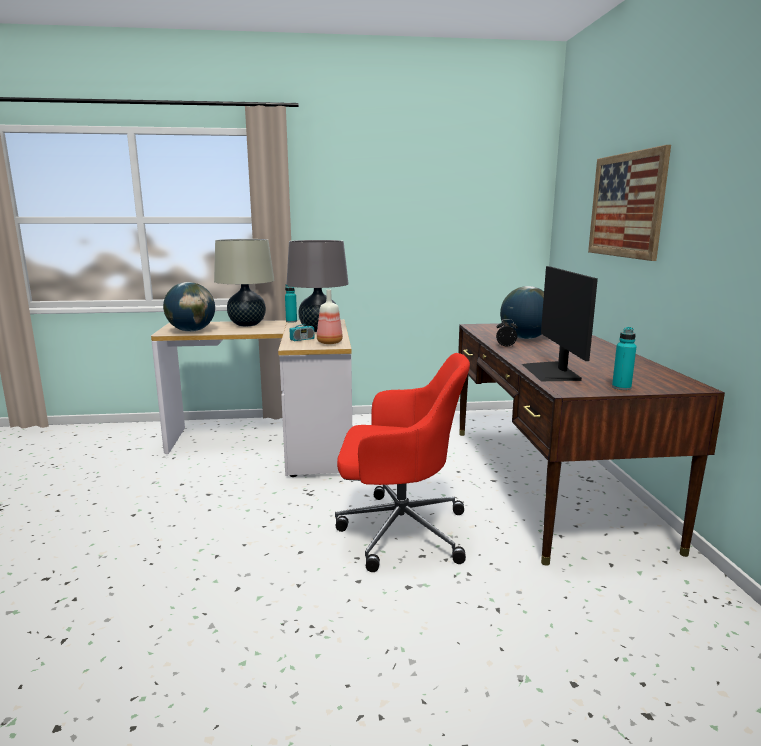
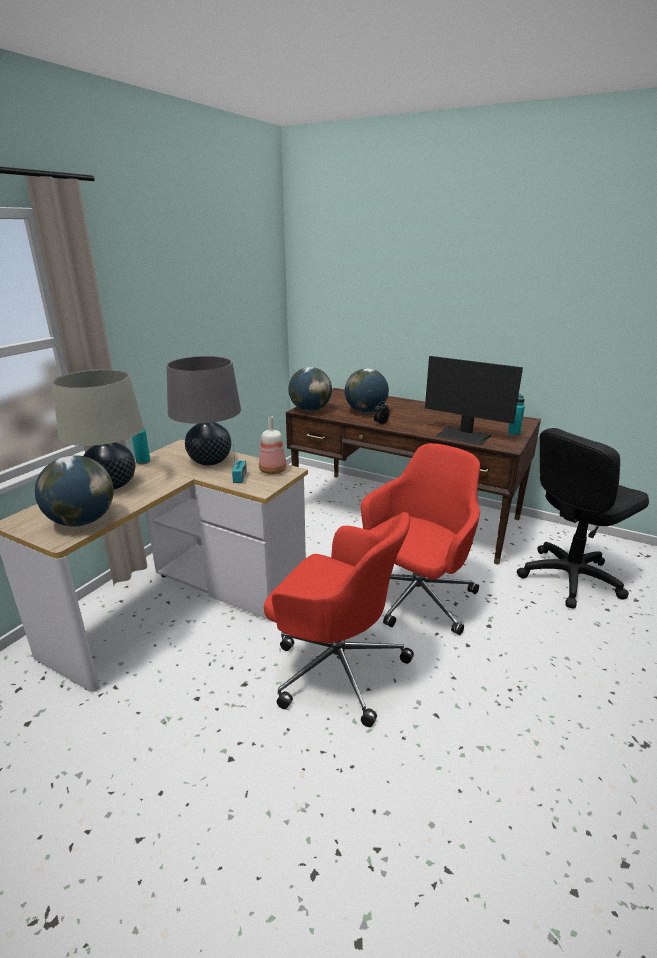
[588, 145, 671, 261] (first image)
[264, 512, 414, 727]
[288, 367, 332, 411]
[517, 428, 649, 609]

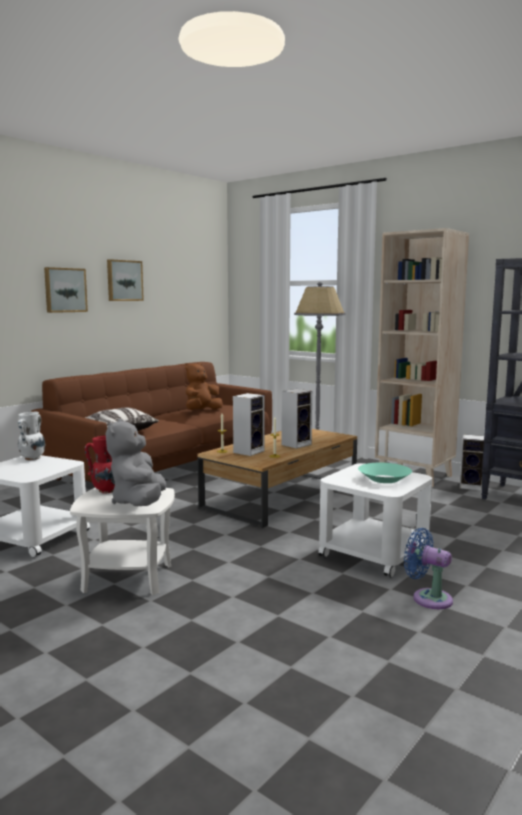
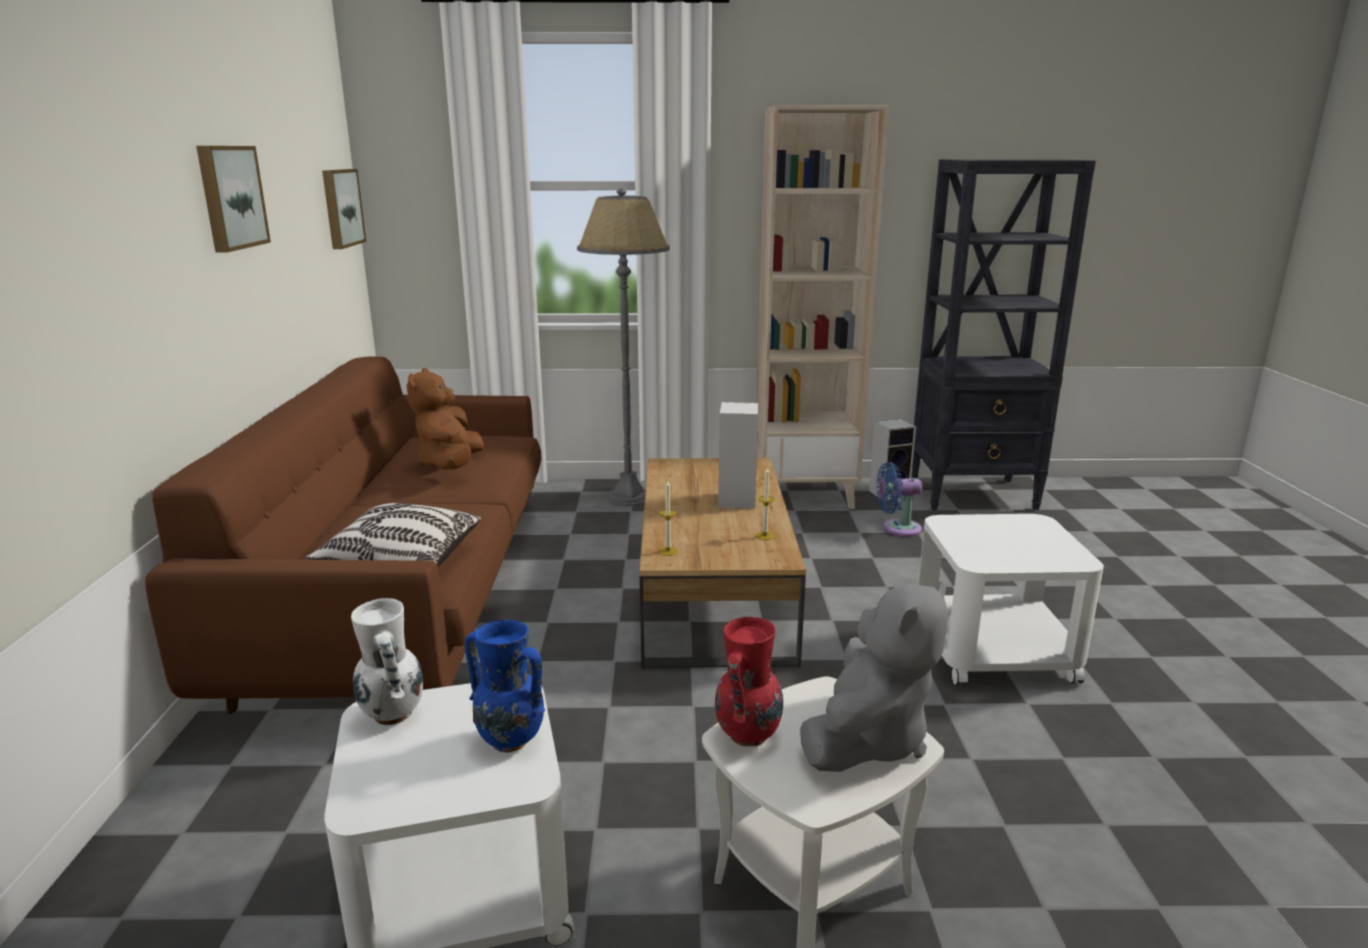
[322, 169, 366, 249]
[800, 580, 949, 772]
[233, 393, 265, 456] (first image)
[358, 463, 412, 483] (first image)
[876, 462, 922, 537]
[465, 620, 545, 752]

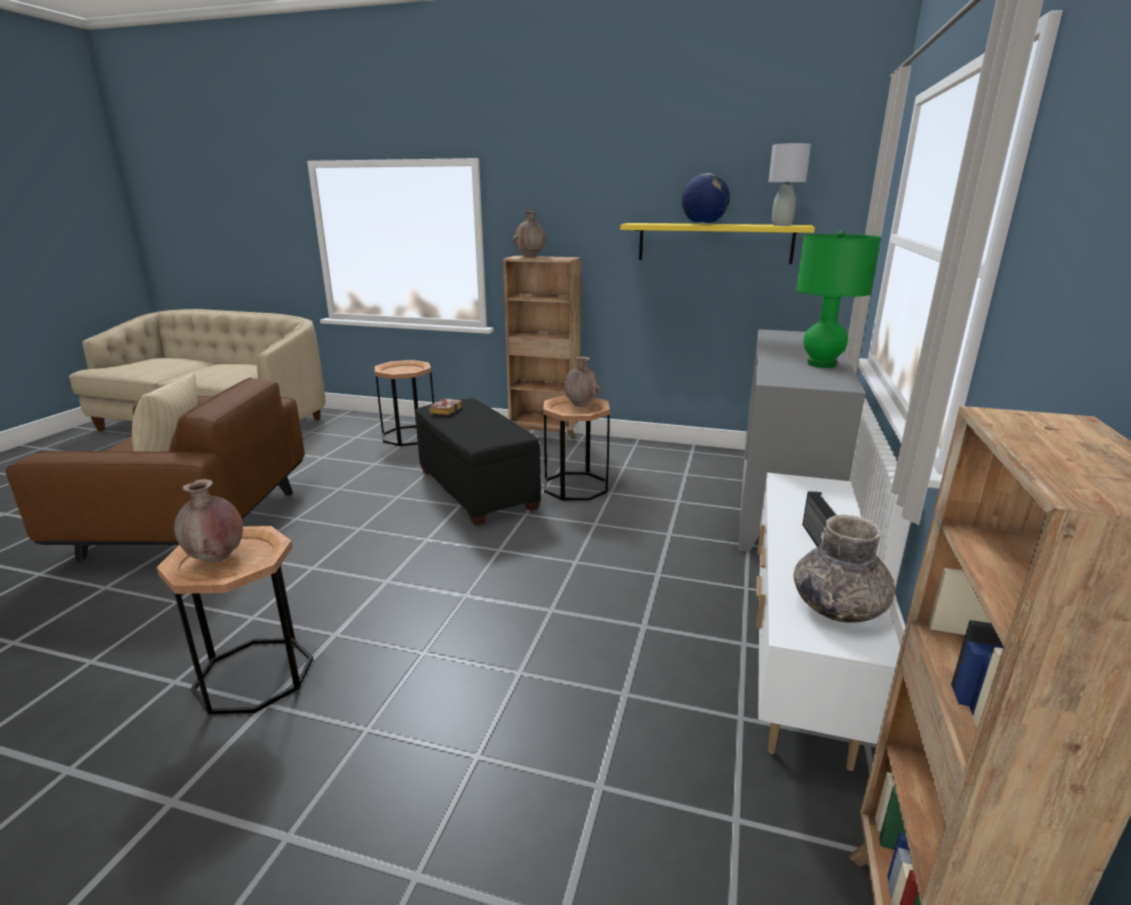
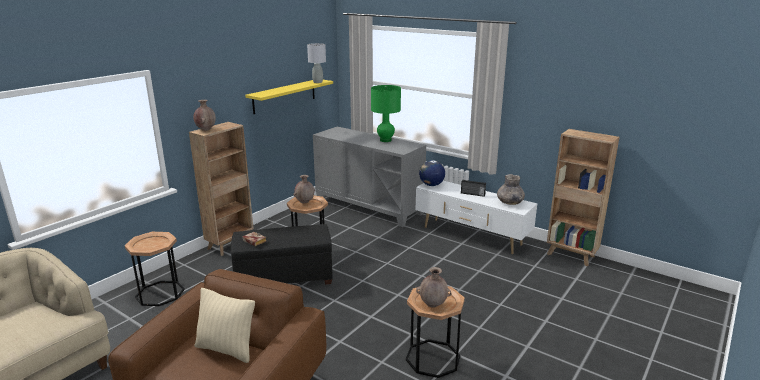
[419, 160, 445, 186]

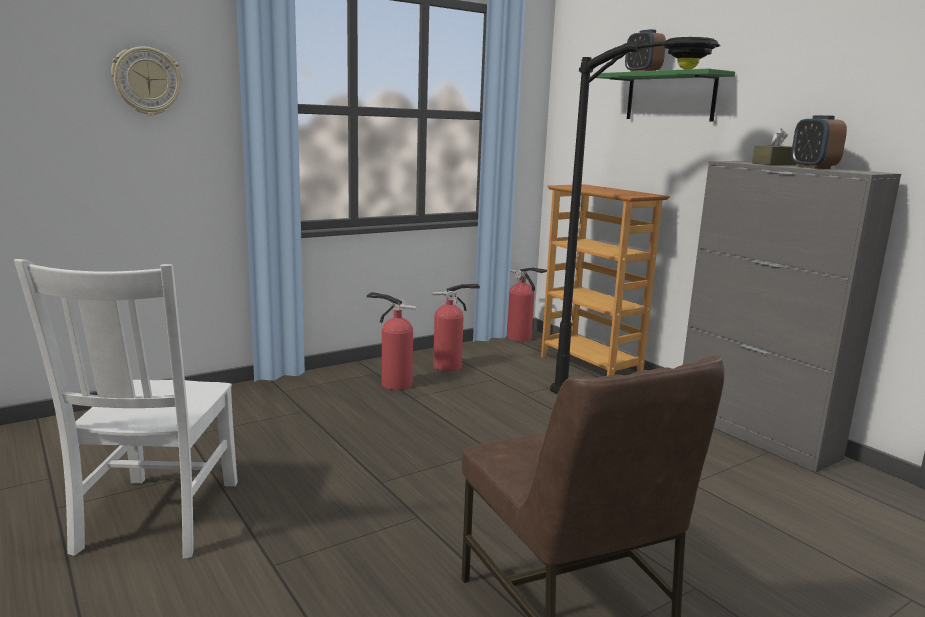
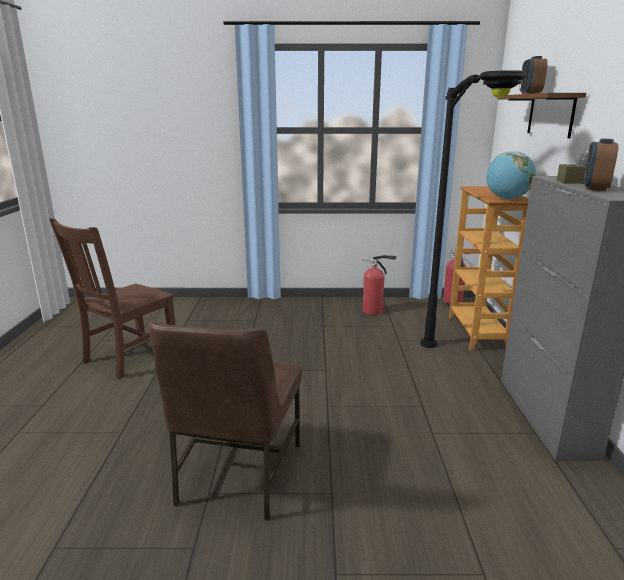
[49, 218, 176, 379]
[111, 46, 182, 116] (first image)
[367, 292, 417, 390] (first image)
[498, 93, 586, 139]
[486, 151, 536, 199]

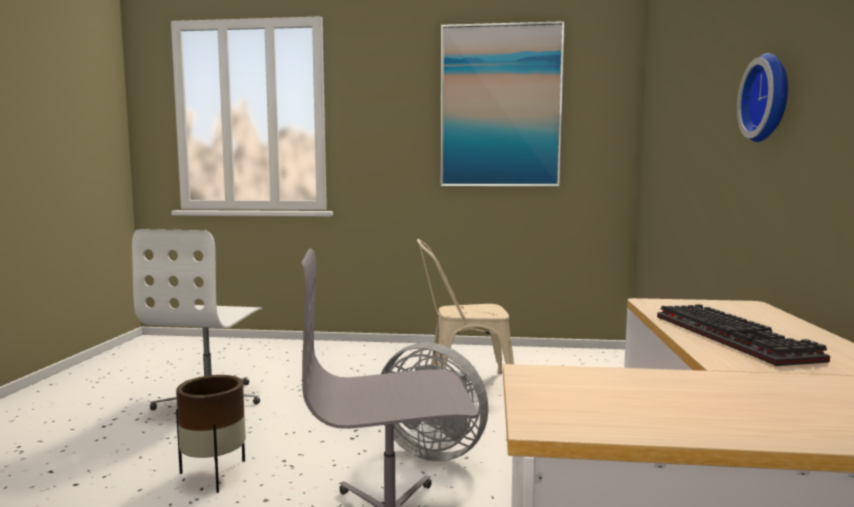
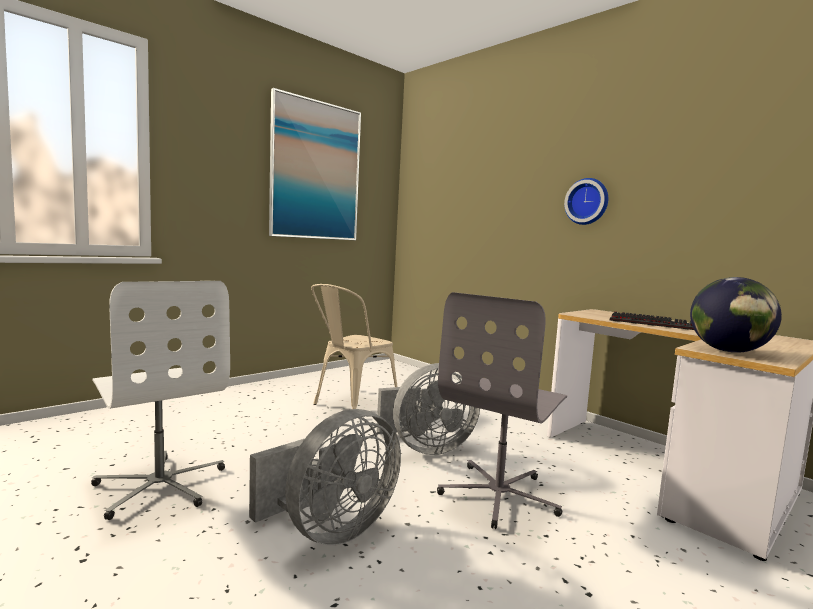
[249, 409, 401, 545]
[690, 277, 782, 353]

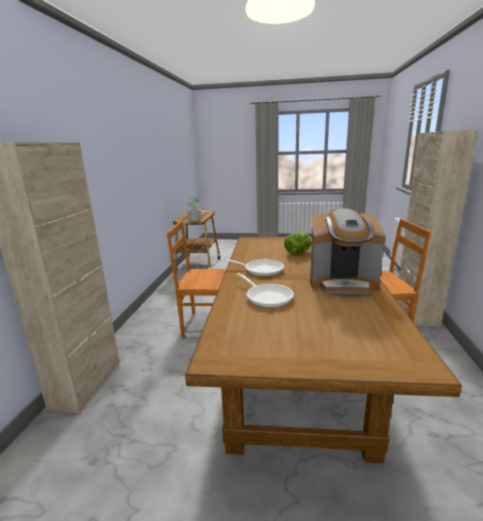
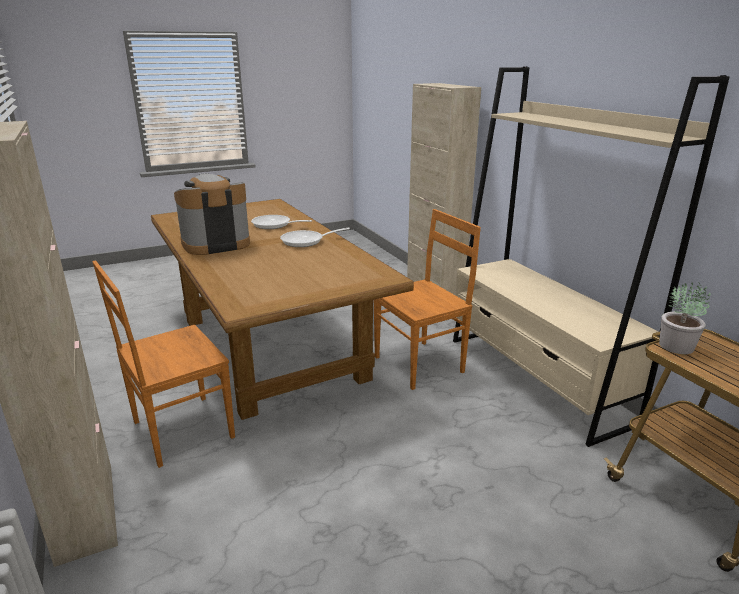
[284, 232, 312, 254] (first image)
[453, 67, 729, 447]

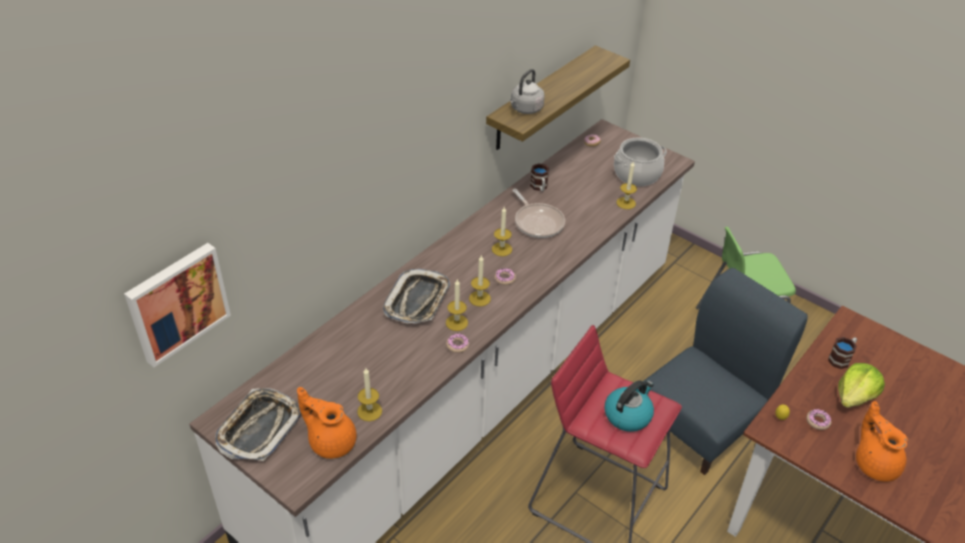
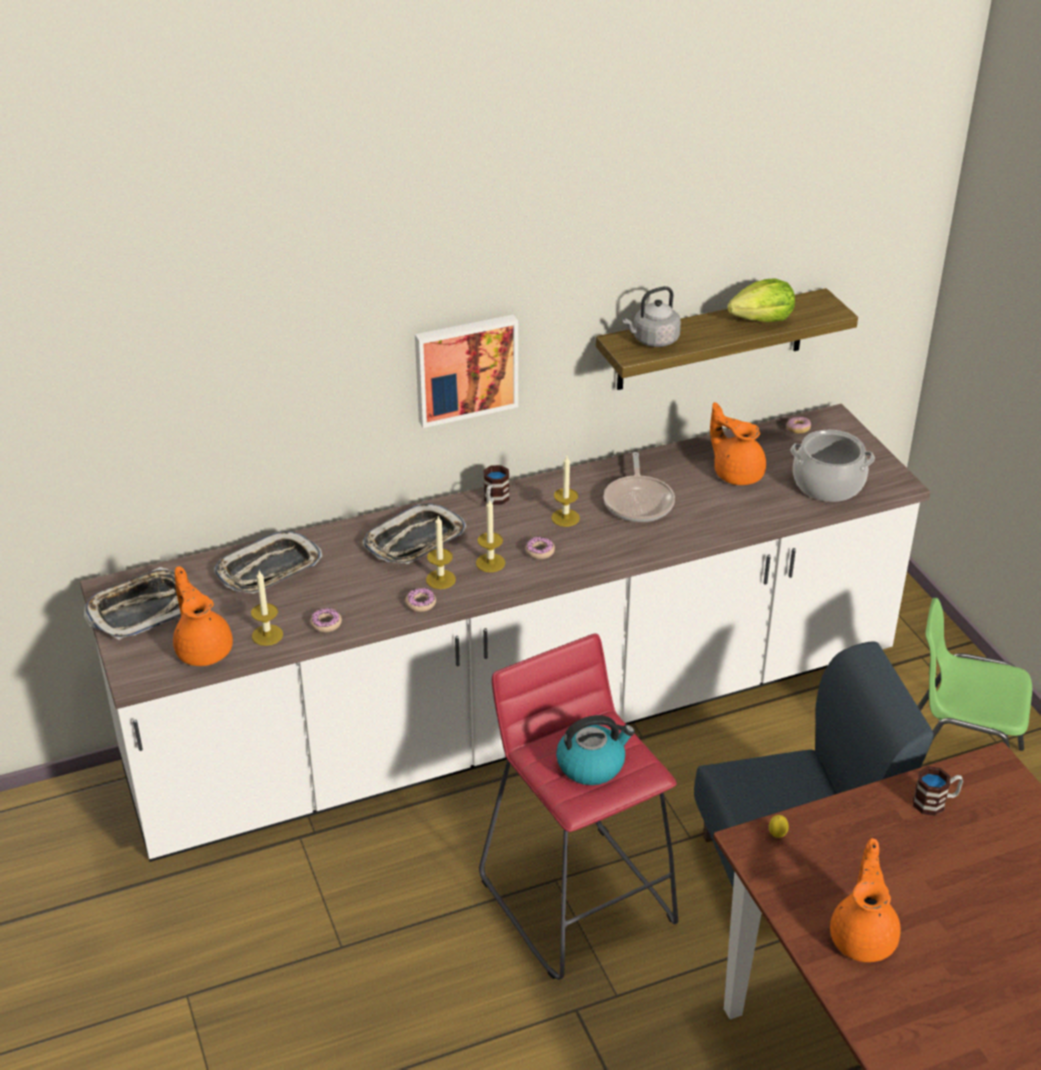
[415, 314, 518, 428]
[483, 465, 509, 505]
[616, 162, 637, 209] (first image)
[310, 608, 342, 632]
[727, 278, 795, 322]
[214, 531, 322, 594]
[710, 402, 766, 485]

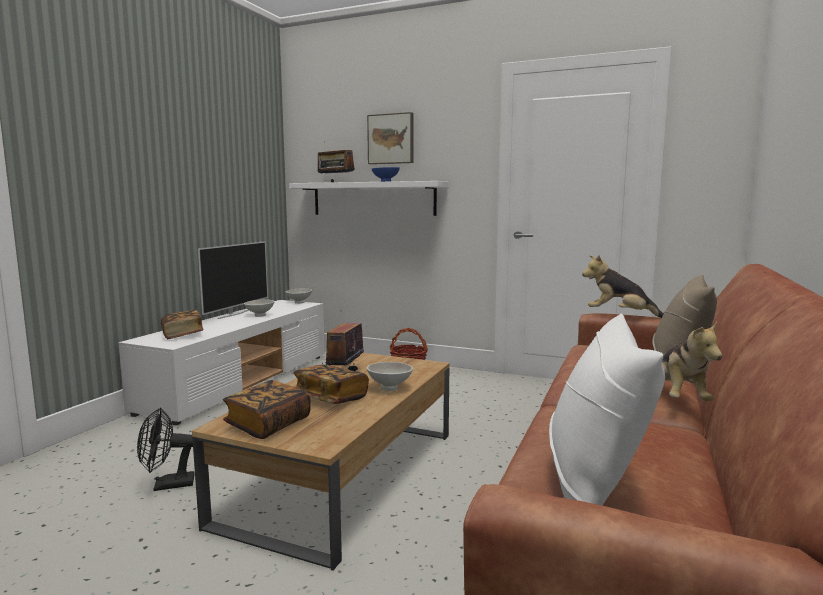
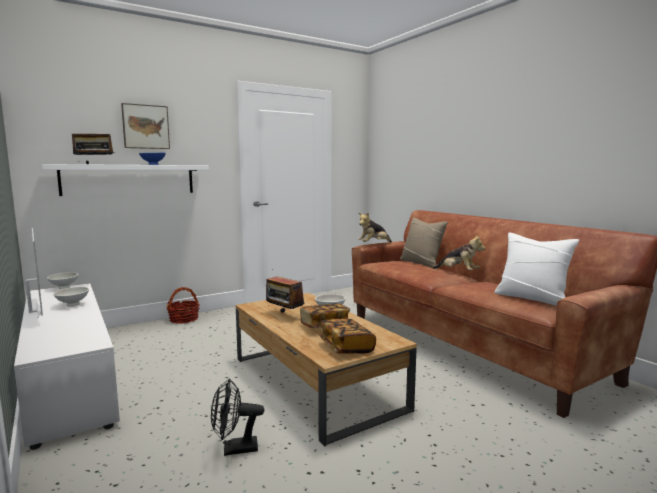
[211, 378, 264, 456]
[161, 310, 203, 339] (first image)

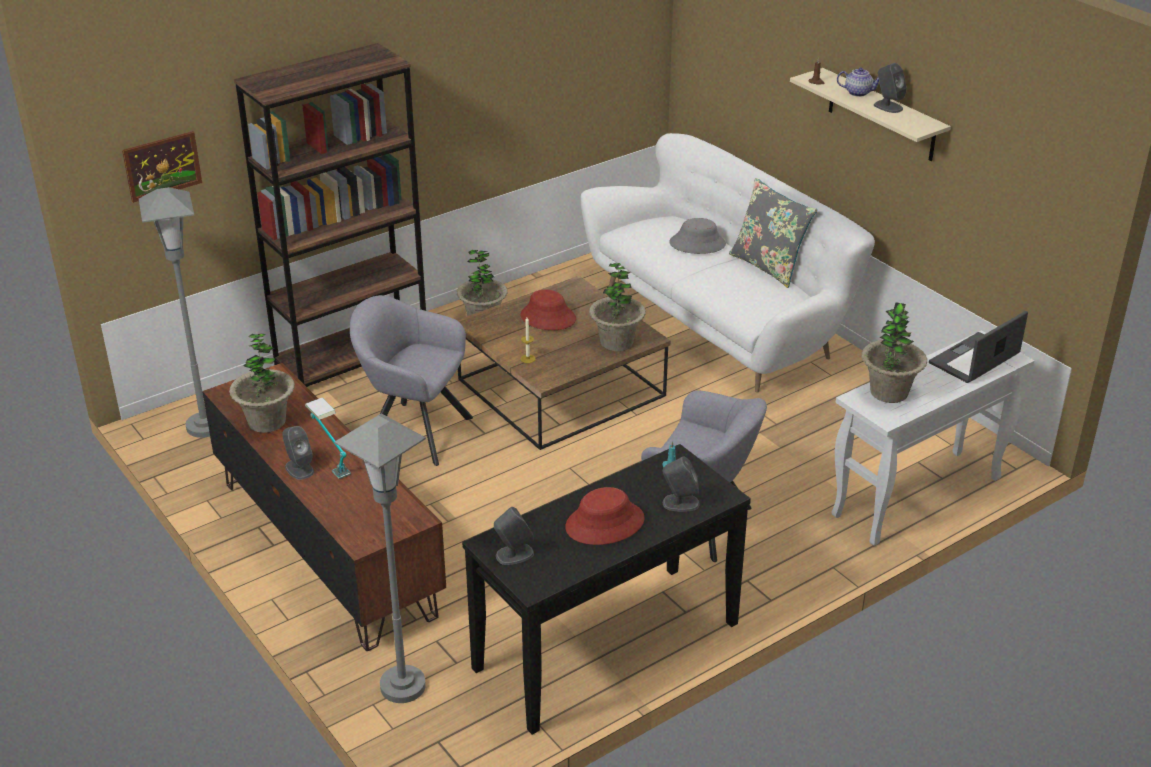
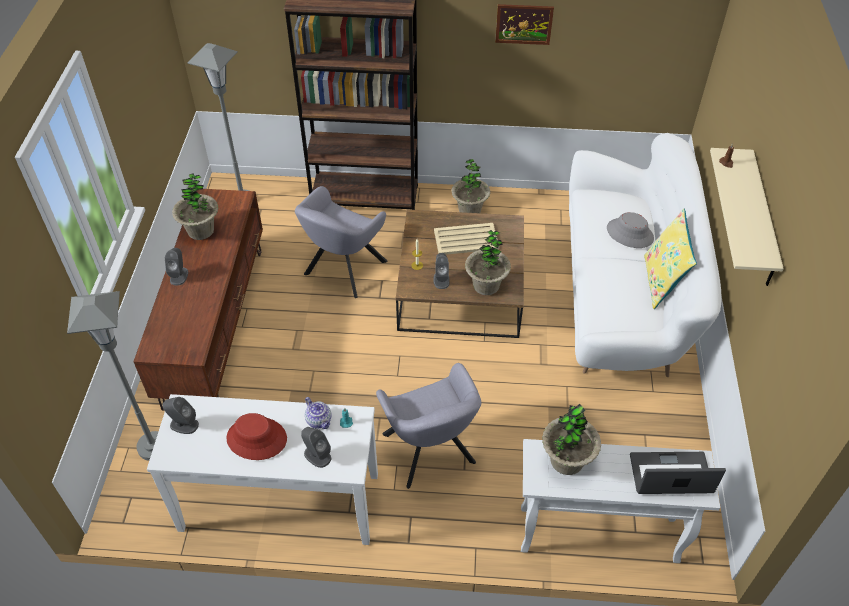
[495, 4, 554, 45]
[305, 398, 351, 479] (first image)
[295, 186, 387, 298]
[147, 394, 378, 545]
[434, 223, 499, 255]
[644, 209, 697, 309]
[305, 397, 332, 429]
[433, 253, 450, 289]

